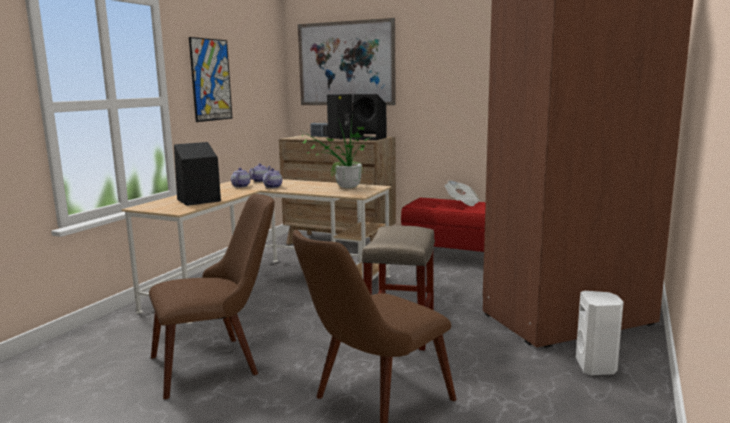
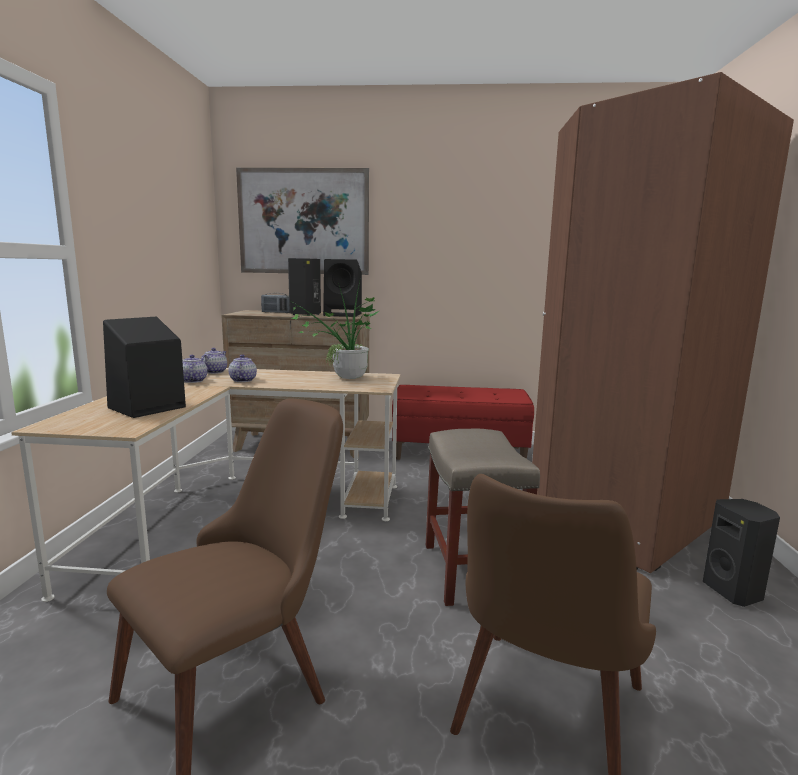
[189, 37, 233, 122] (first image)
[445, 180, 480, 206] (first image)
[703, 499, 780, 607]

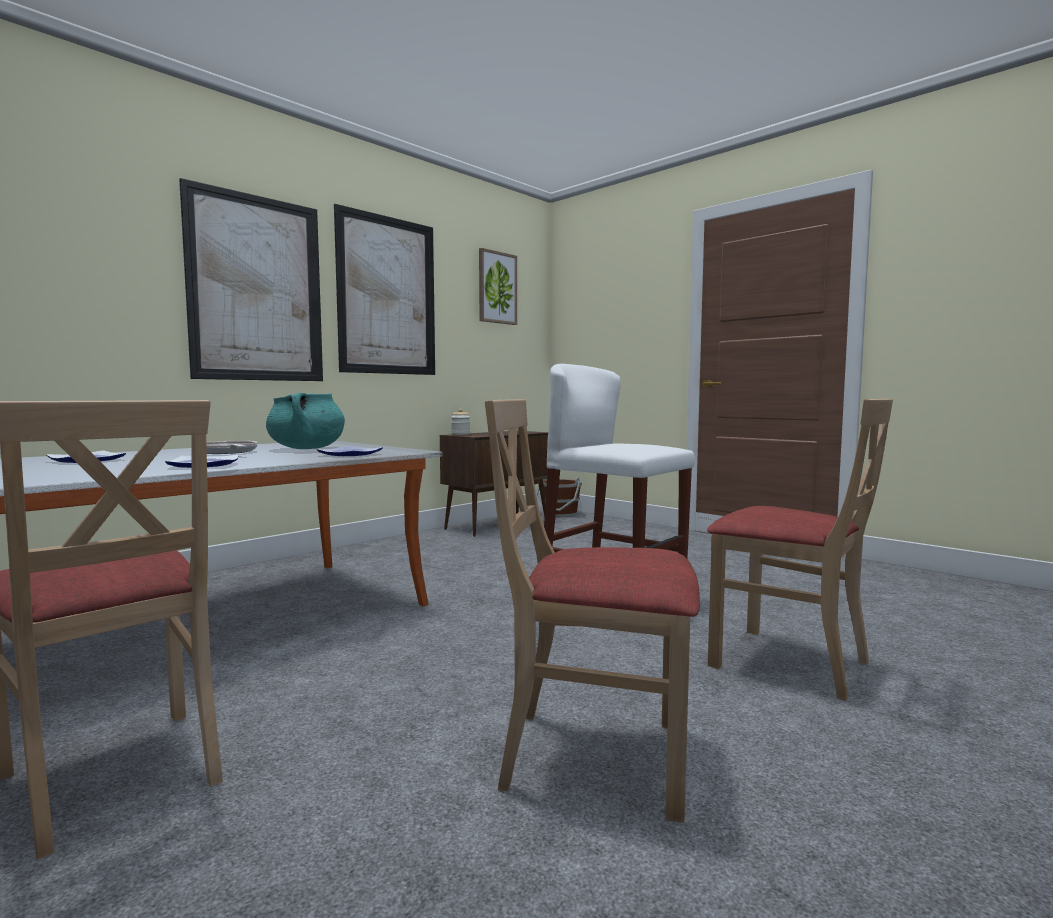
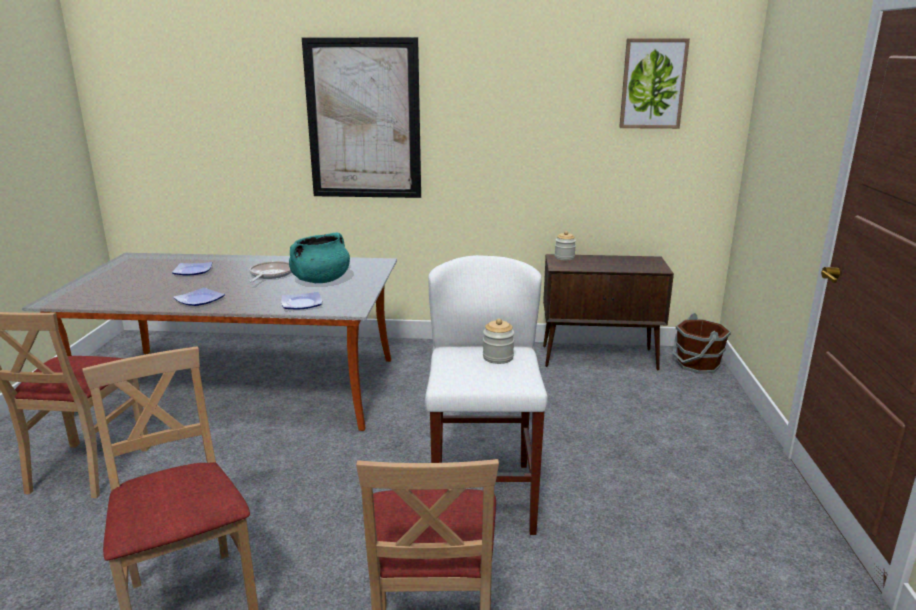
[334, 204, 435, 375] (first image)
[483, 319, 515, 364]

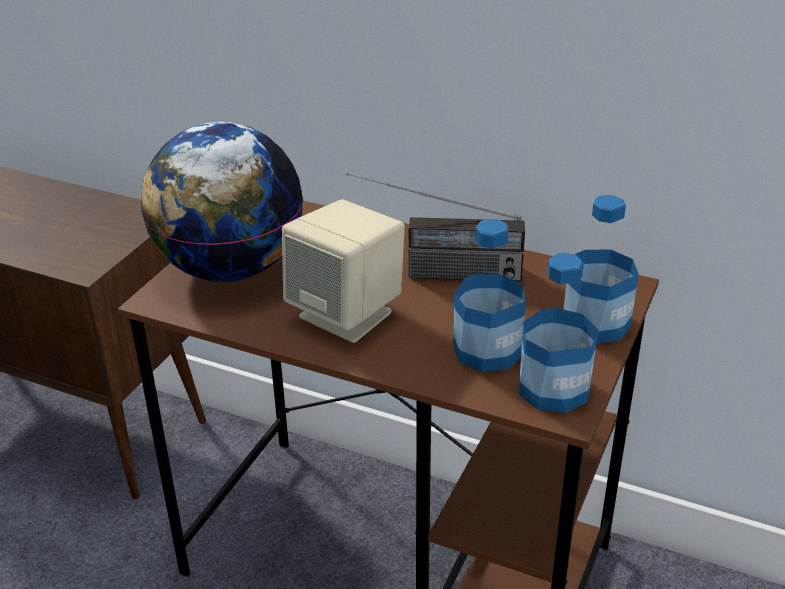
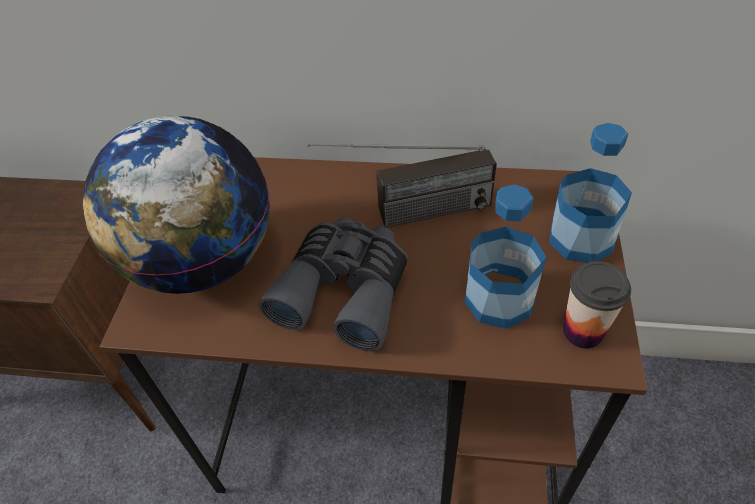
[259, 218, 408, 351]
[563, 261, 631, 349]

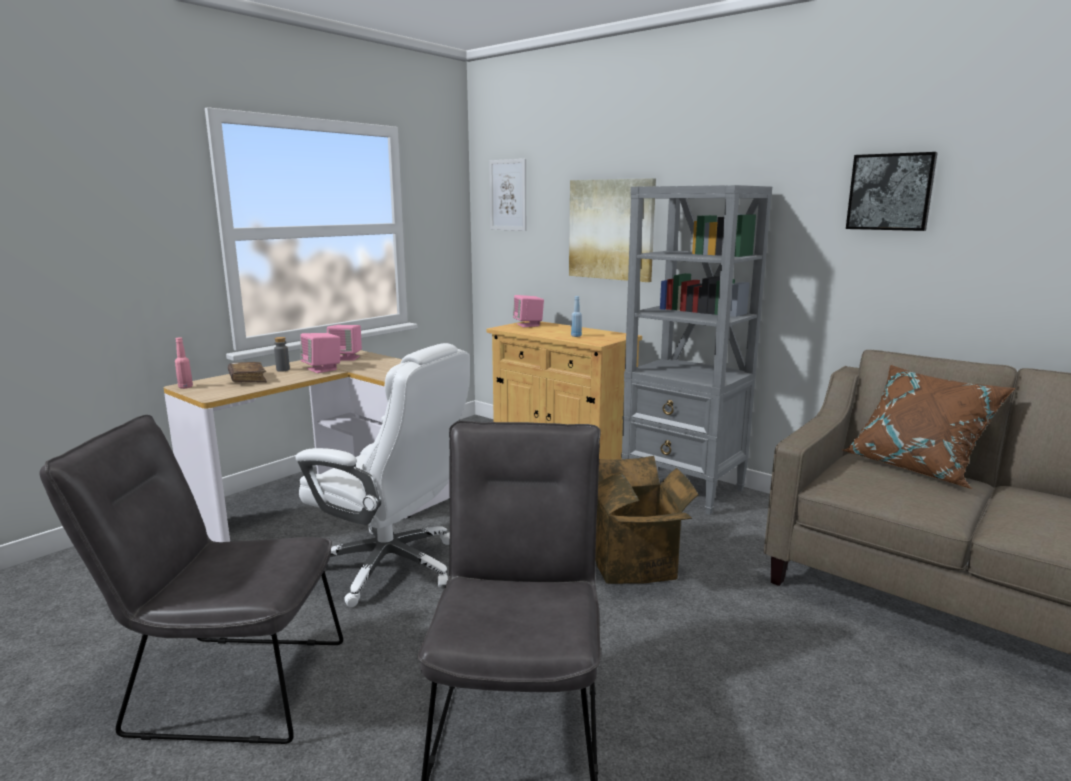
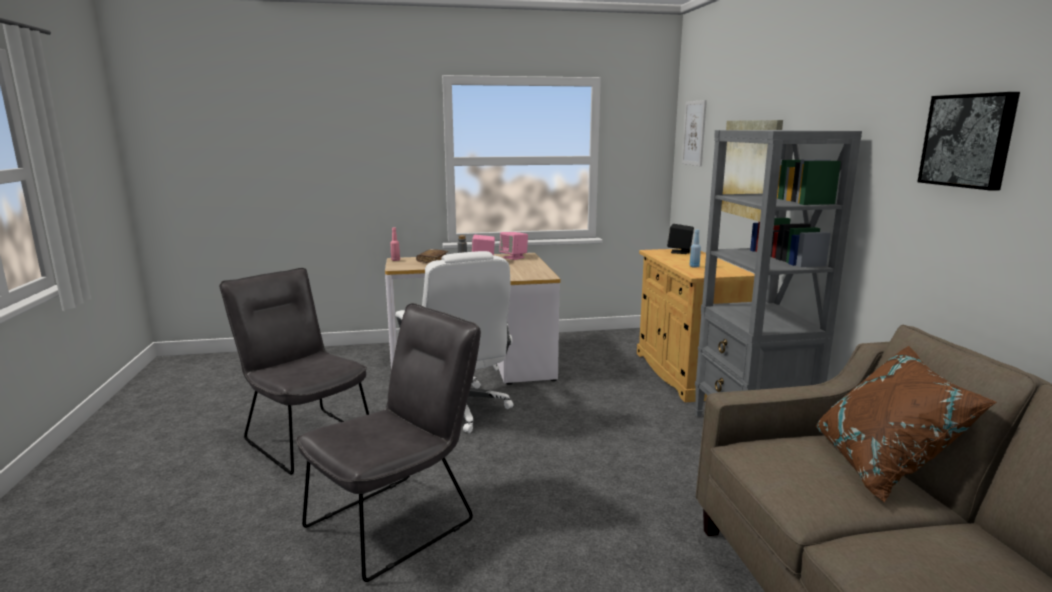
[667, 224, 694, 254]
[595, 456, 699, 584] (first image)

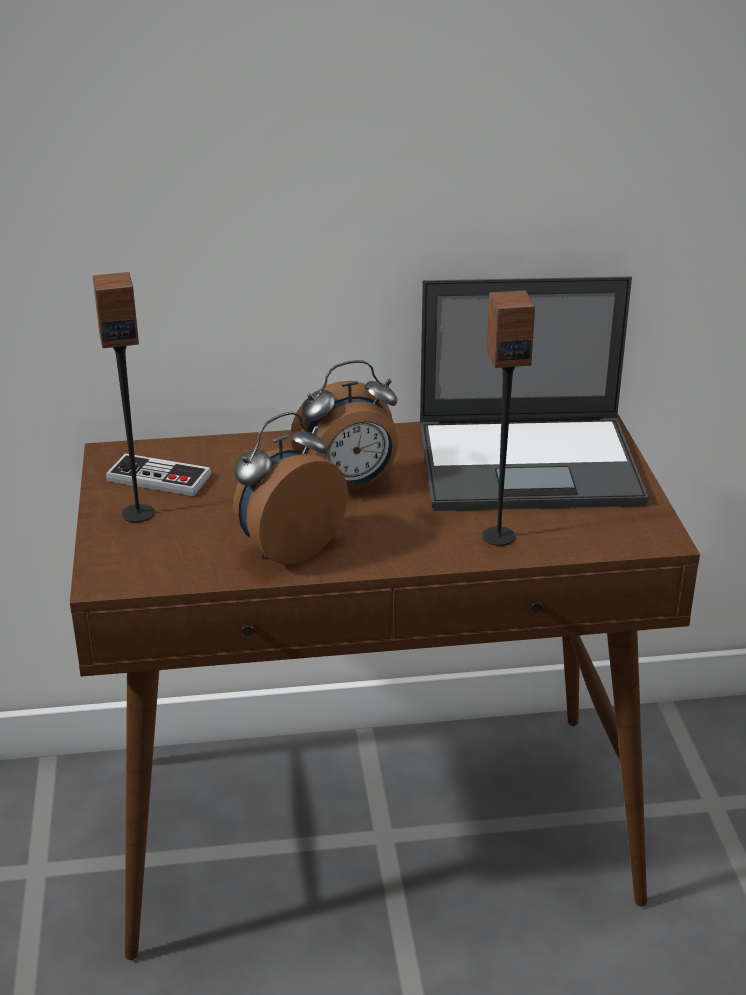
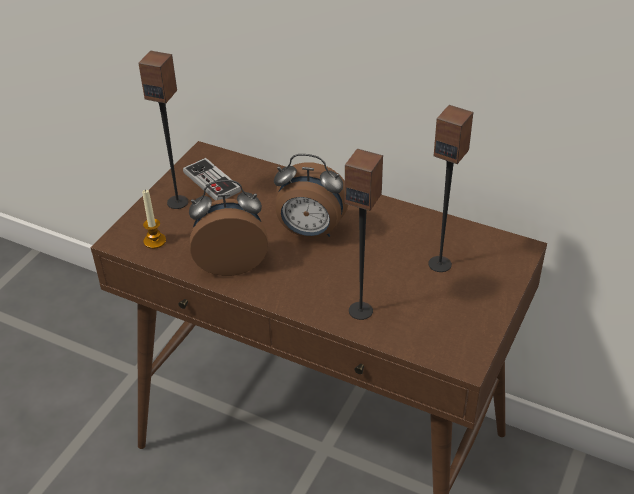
[428, 105, 473, 272]
[142, 190, 166, 249]

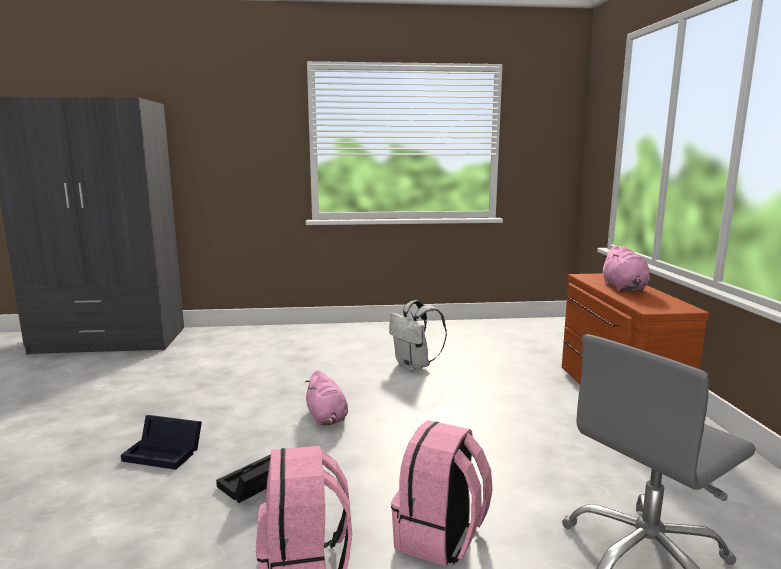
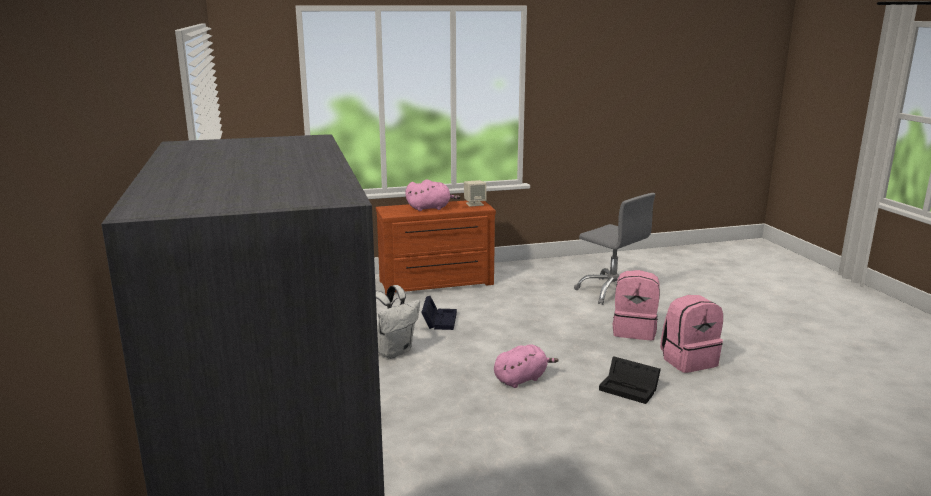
[421, 296, 457, 330]
[464, 180, 487, 207]

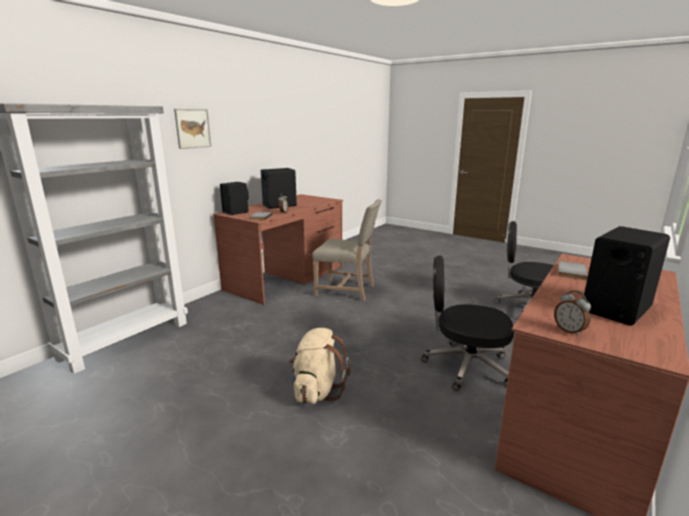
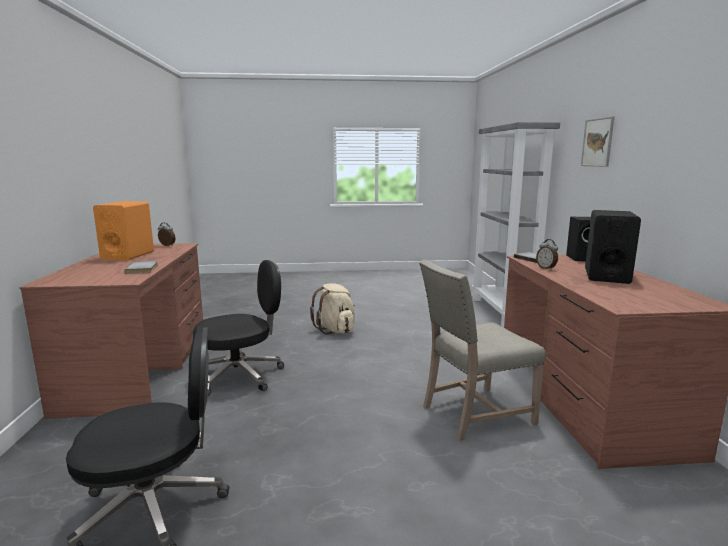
[93, 201, 154, 260]

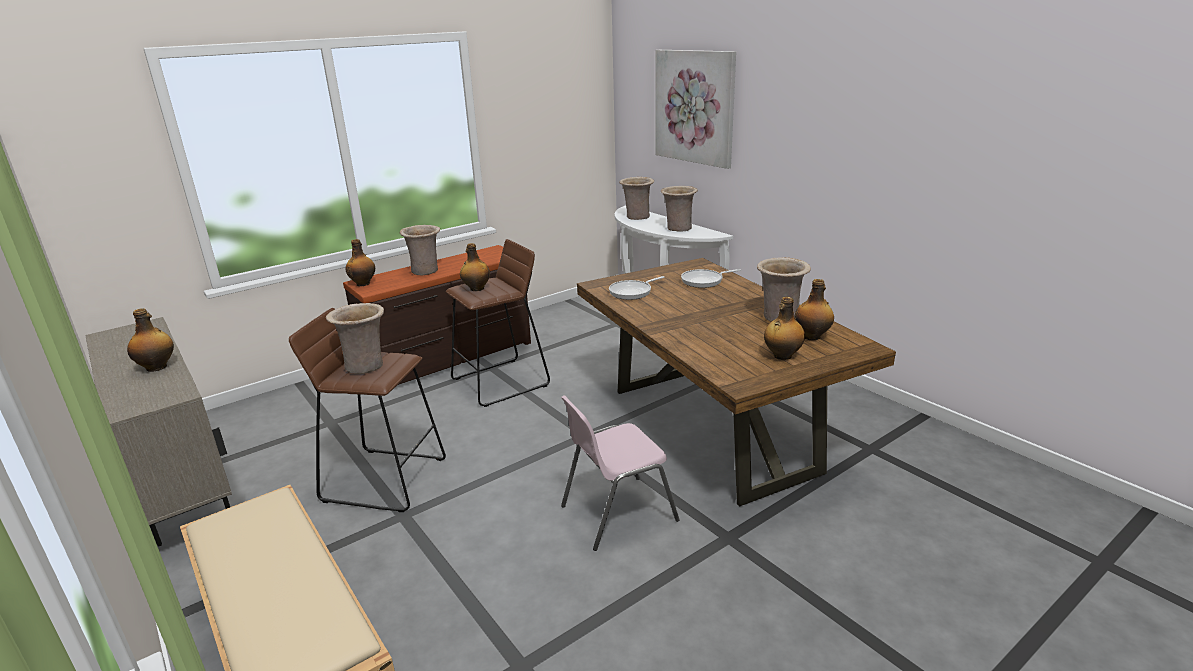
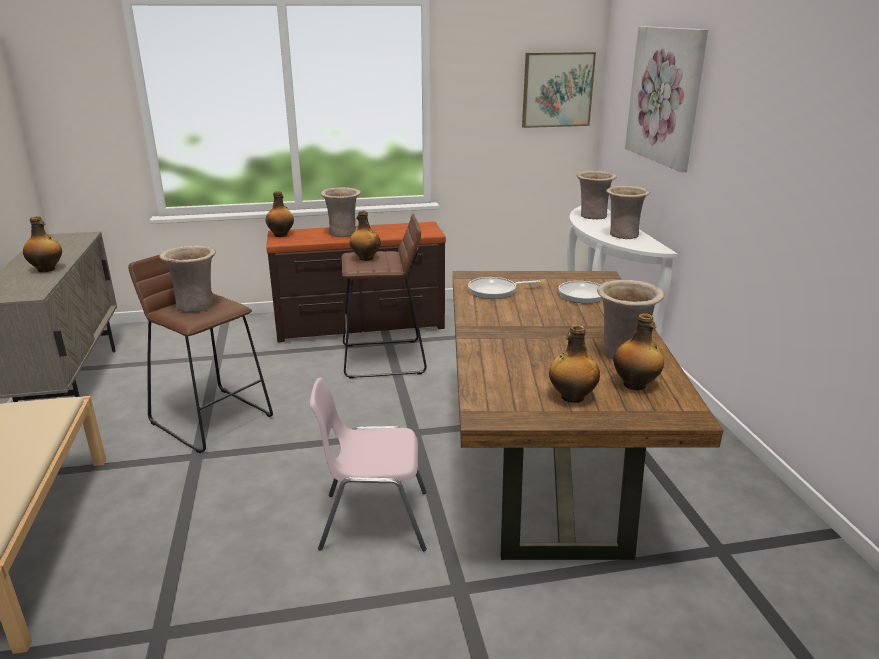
[522, 52, 596, 128]

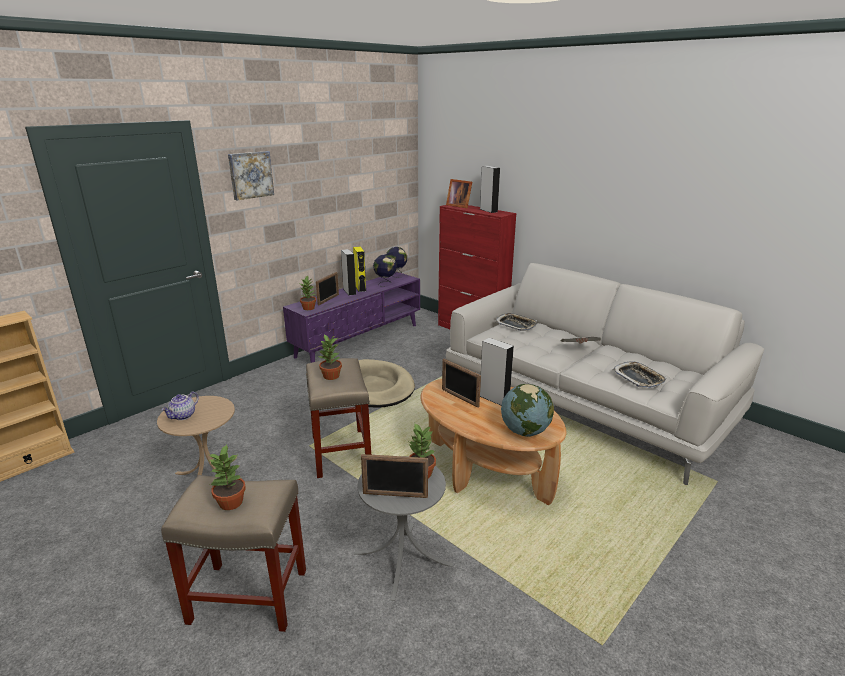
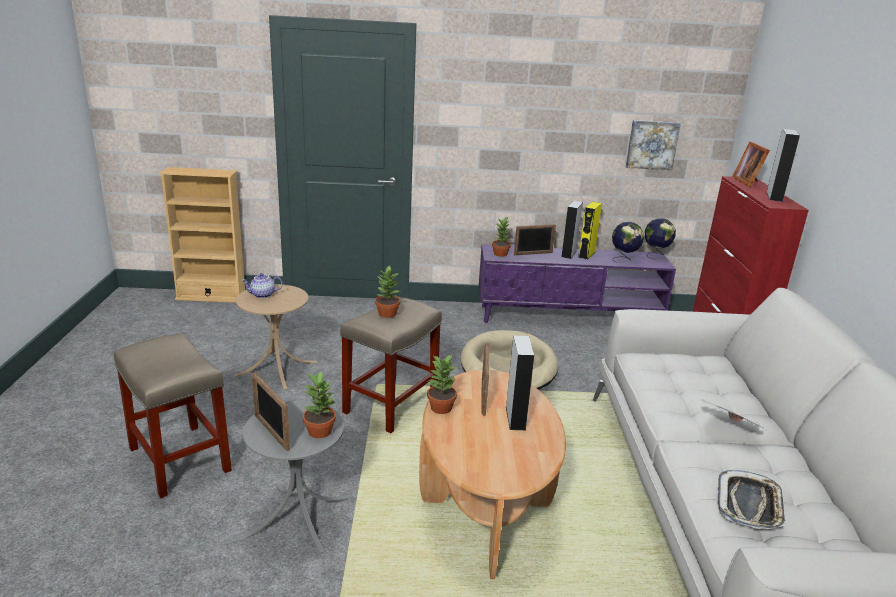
[427, 355, 458, 414]
[625, 120, 681, 170]
[495, 313, 537, 331] (first image)
[501, 384, 554, 437] (first image)

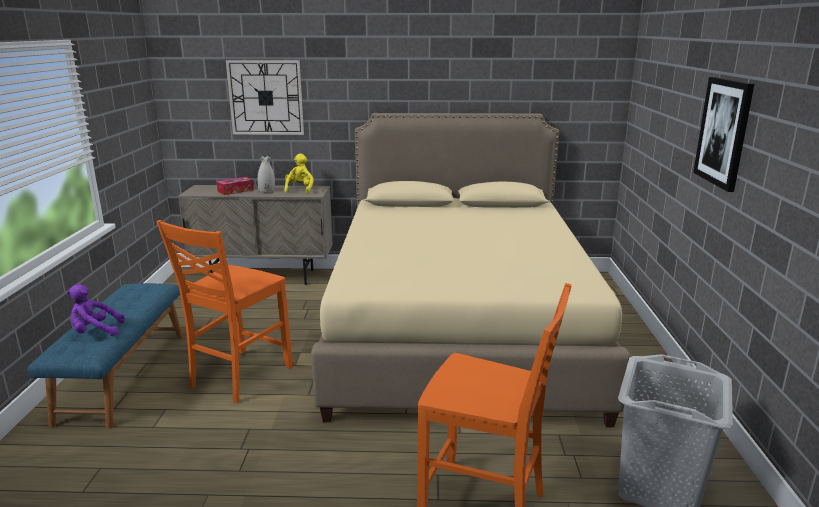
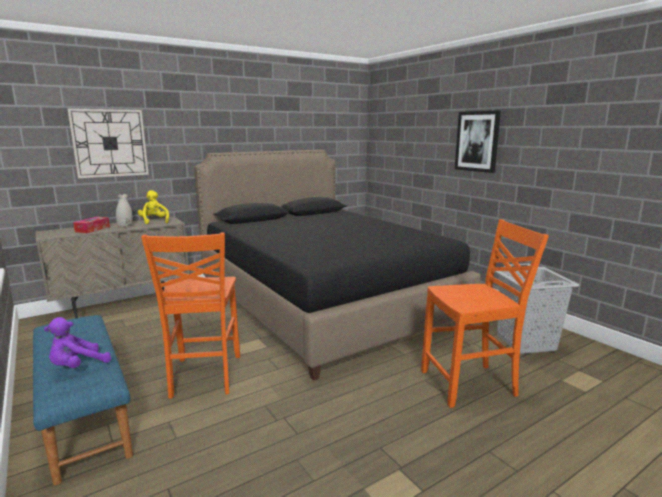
[194, 150, 481, 381]

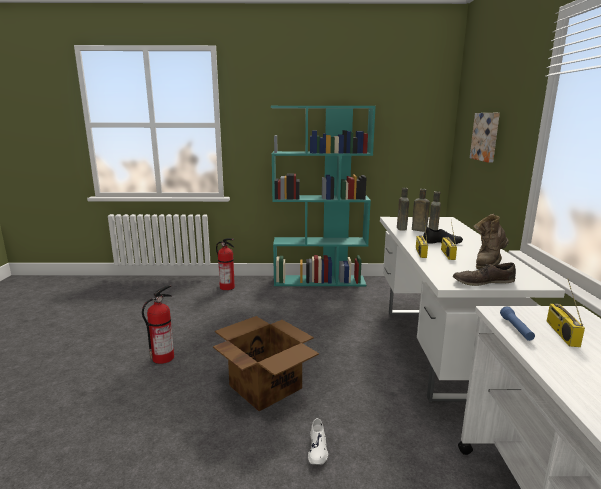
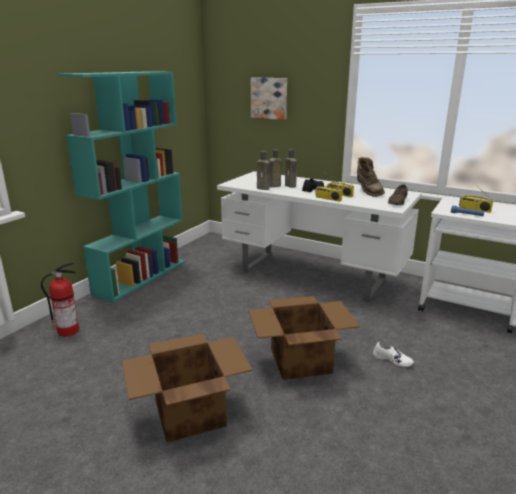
[122, 334, 253, 443]

